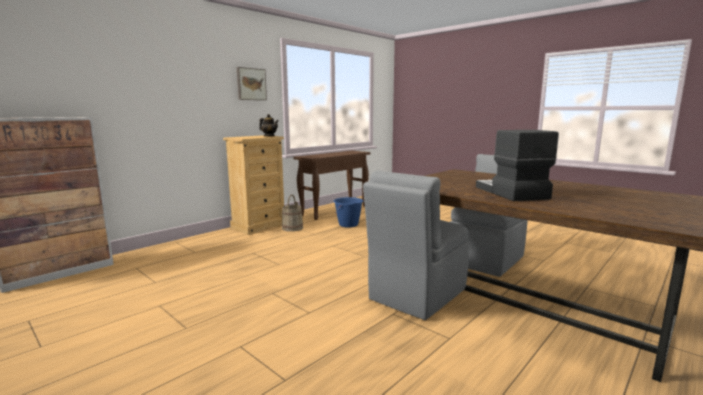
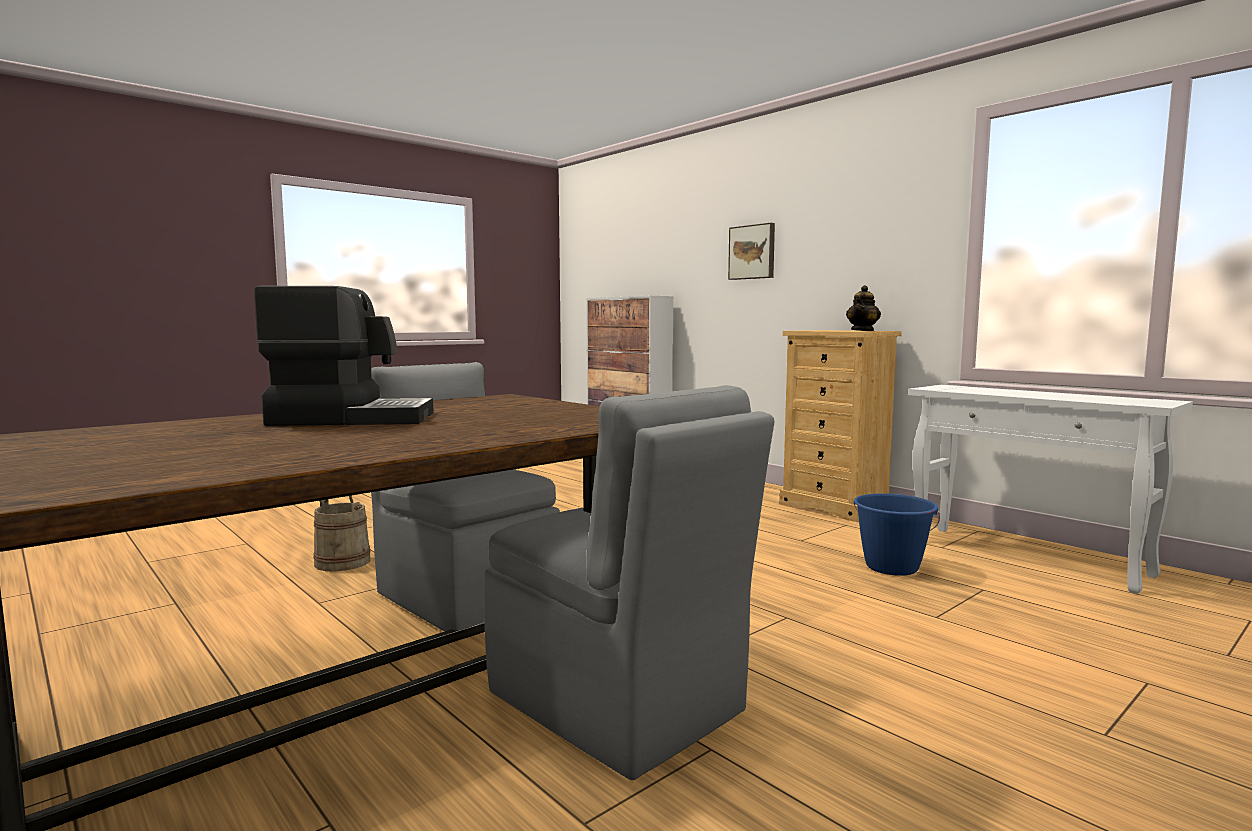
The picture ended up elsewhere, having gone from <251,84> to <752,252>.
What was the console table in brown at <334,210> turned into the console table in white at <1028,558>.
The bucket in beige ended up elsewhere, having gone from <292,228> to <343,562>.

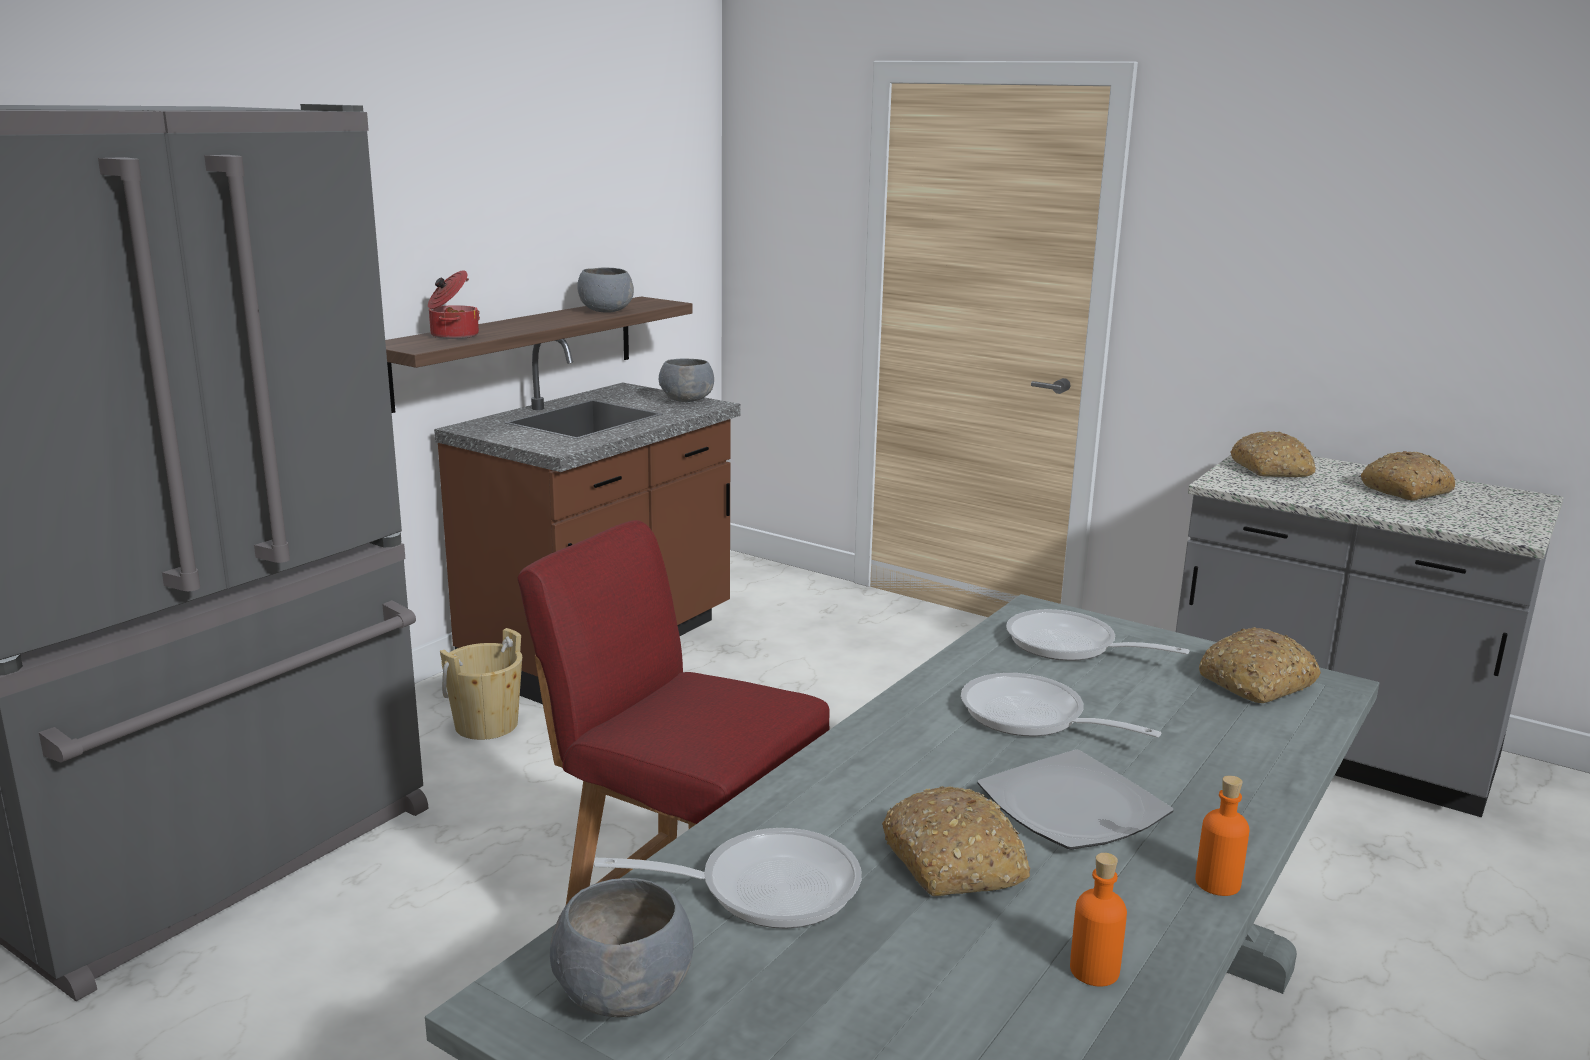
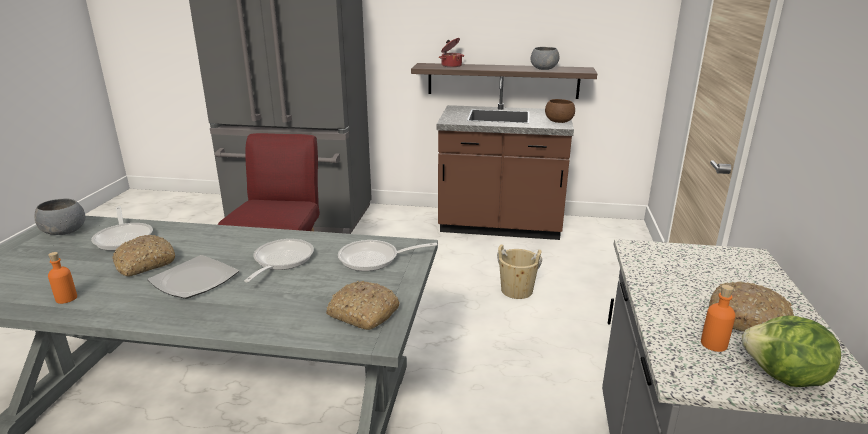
What was the bowl in grey at <687,400> turned into the bowl in brown at <559,122>.
The second view lost the bread at <1272,469>.
The frying pan at <1070,646> ended up facing another way, 105 degrees counterclockwise from before.
The bucket in beige ended up elsewhere, having gone from <486,725> to <516,290>.
The bottle in orange ended up elsewhere, having gone from <1217,883> to <713,344>.
The second view gained the lettuce at <784,377>.

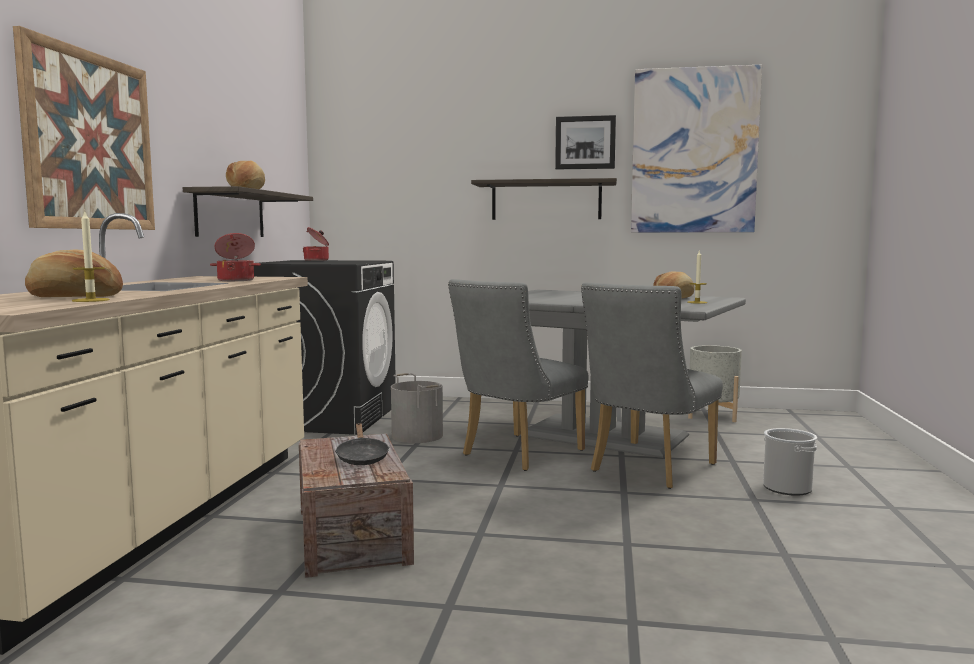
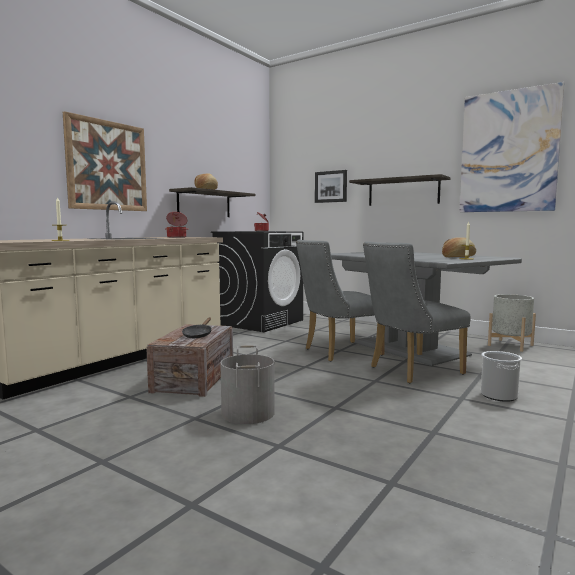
The picture ended up elsewhere, having gone from <585,143> to <331,186>.
The second view lost the bread at <75,296>.
The bucket in grey ended up elsewhere, having gone from <418,435> to <249,413>.

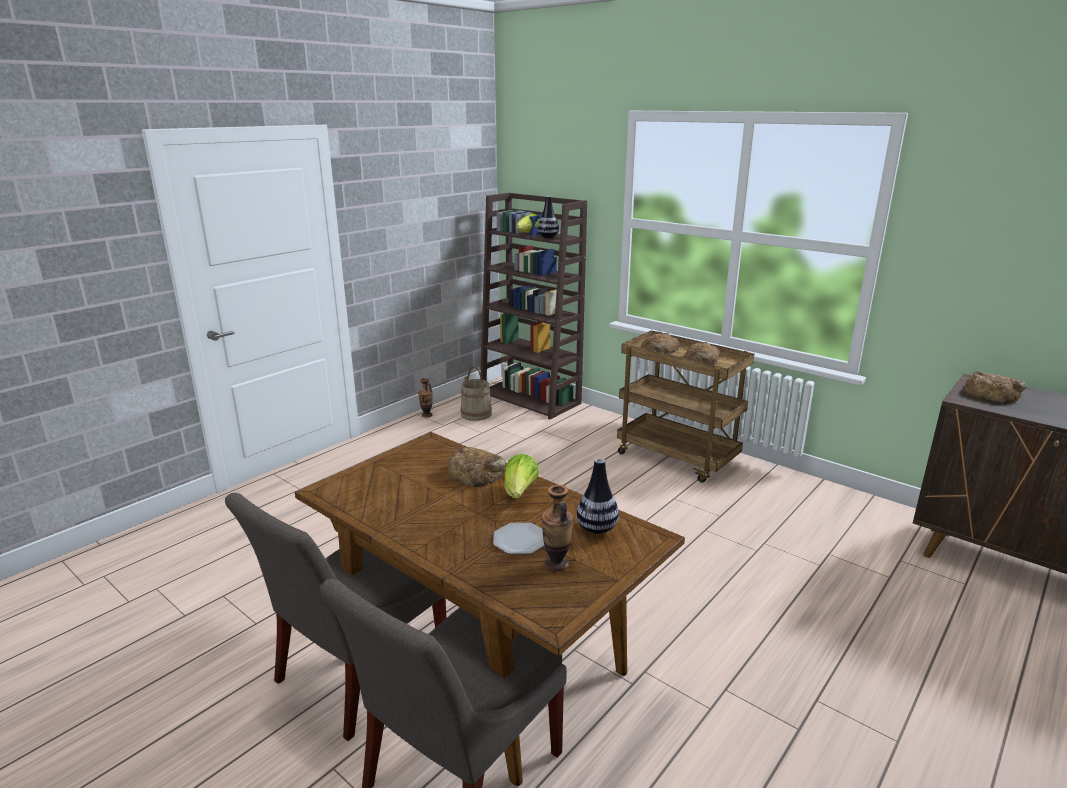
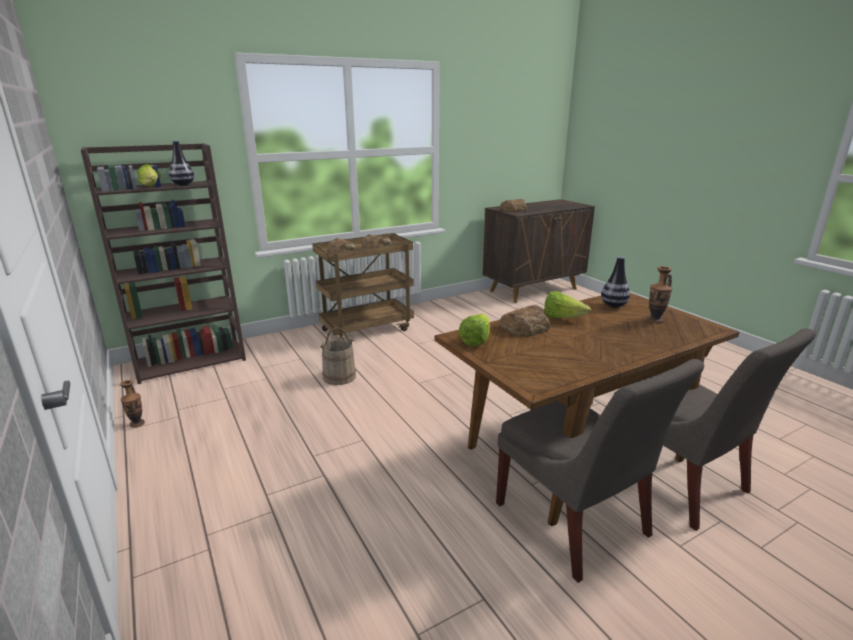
The bucket in beige ended up elsewhere, having gone from <476,414> to <339,377>.
The second view lost the plate at <519,540>.
The second view gained the lettuce at <475,340>.

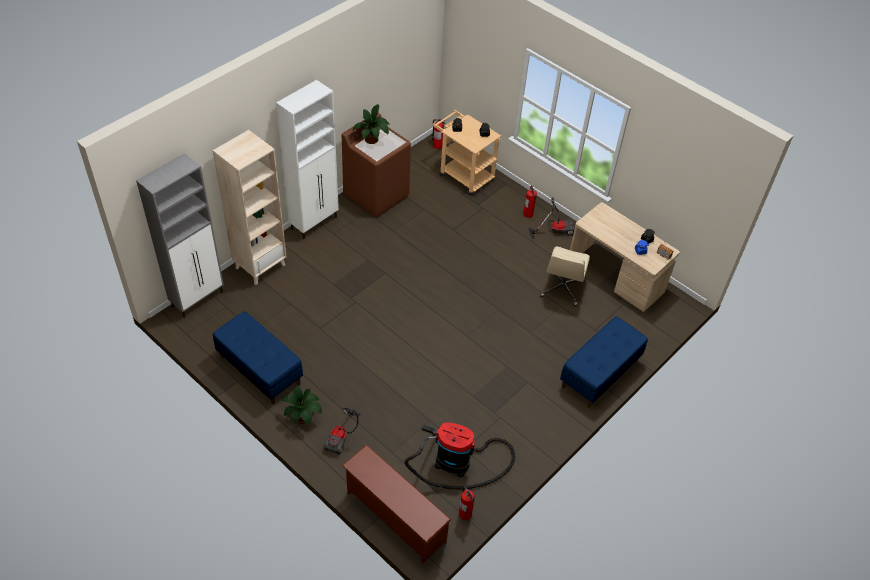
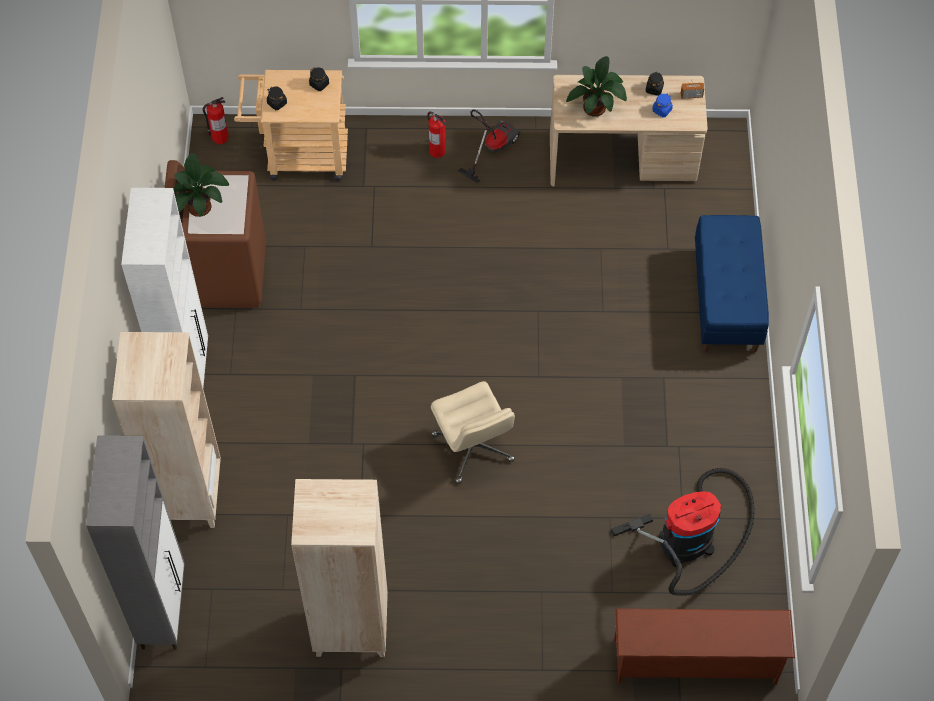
The office chair in beige ended up elsewhere, having gone from <562,289> to <473,448>.
Where the bench in blue stood at <259,370>, the bookcase in beige came to stand at <350,631>.
The potted plant ended up elsewhere, having gone from <303,417> to <596,106>.
The second view lost the vacuum cleaner at <342,437>.
The second view lost the fire extinguisher at <465,513>.

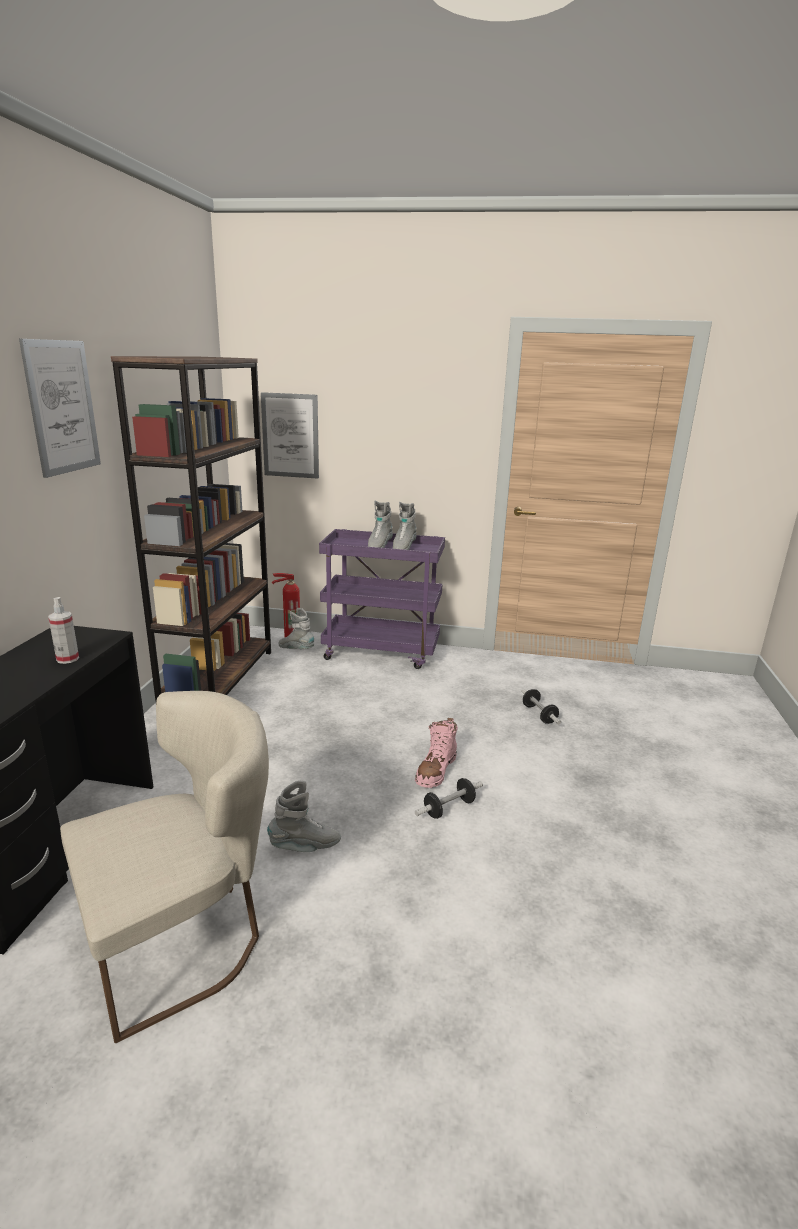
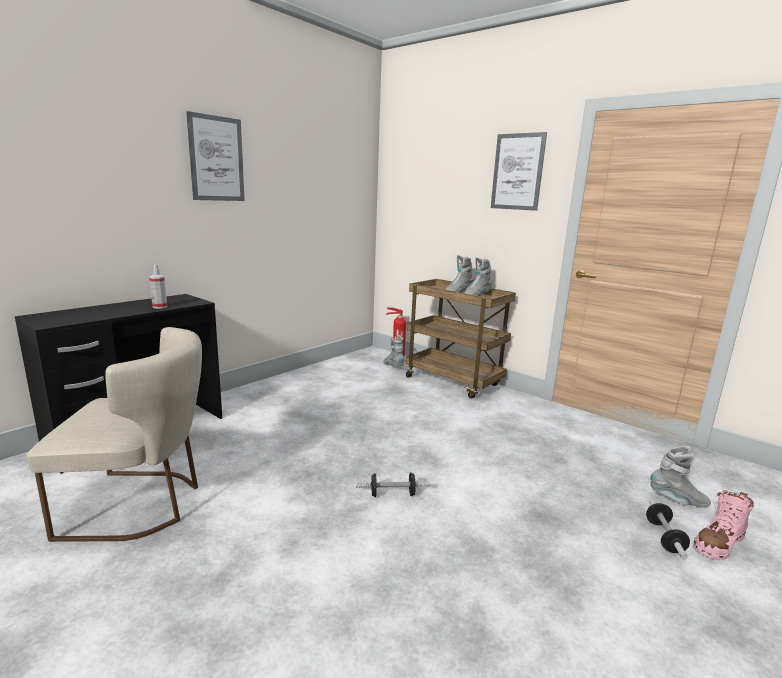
The second view lost the bookcase in brown at <219,678>.
The picture ended up elsewhere, having gone from <290,436> to <517,172>.
What was the cart in purple at <382,652> turned into the cart in brown at <454,382>.
The dumbbell ended up elsewhere, having gone from <539,714> to <664,537>.
The boot in pink ended up elsewhere, having gone from <436,770> to <718,543>.
The boot in grey ended up elsewhere, having gone from <305,846> to <677,501>.

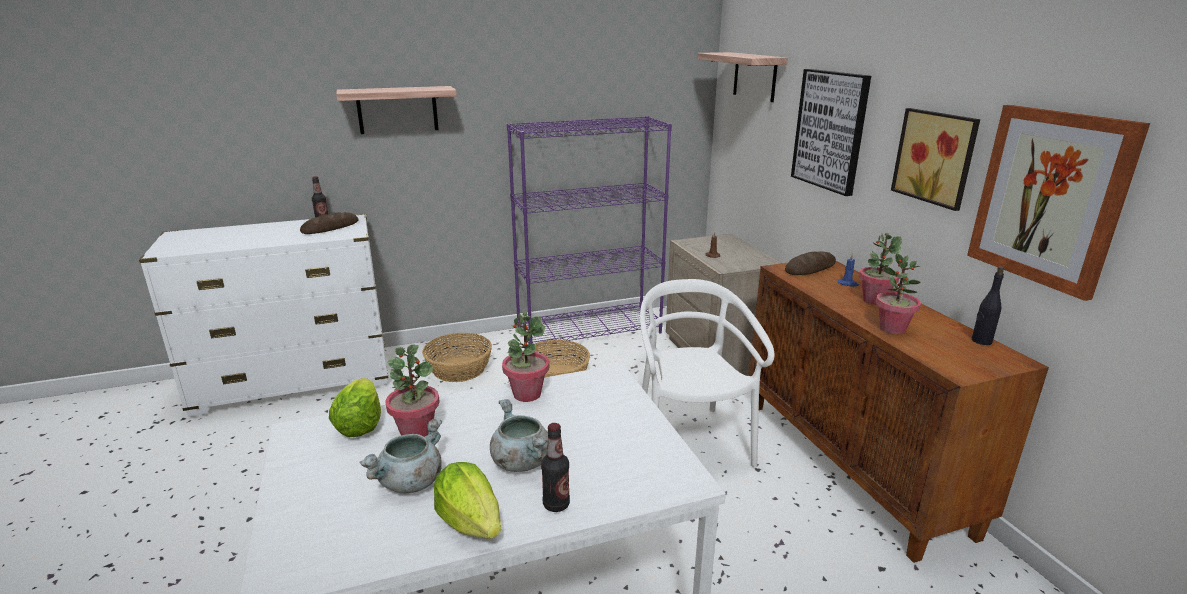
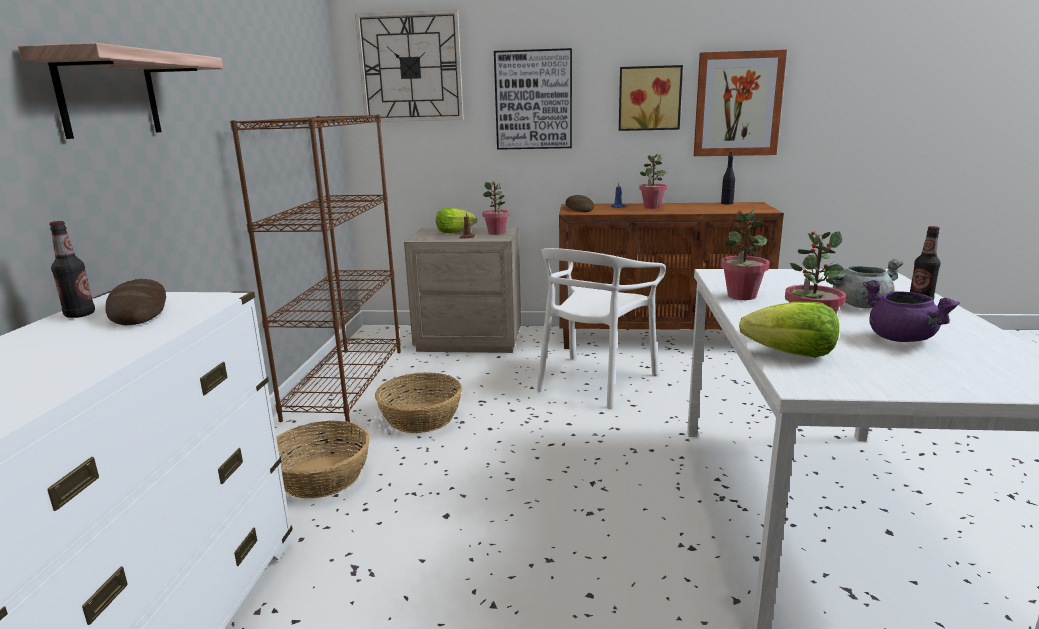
Where the shelf hung at <755,76>, the wall clock came to hang at <410,68>.
What was the bookcase in purple at <590,331> turned into the bookcase in brown at <346,382>.
The potted plant ended up elsewhere, having gone from <892,329> to <496,233>.
The chair in white at <689,442> ended up facing another way, 75 degrees counterclockwise from before.
What was the cooking pot in grey at <410,482> turned into the cooking pot in purple at <902,339>.
The lettuce ended up elsewhere, having gone from <470,522> to <454,232>.

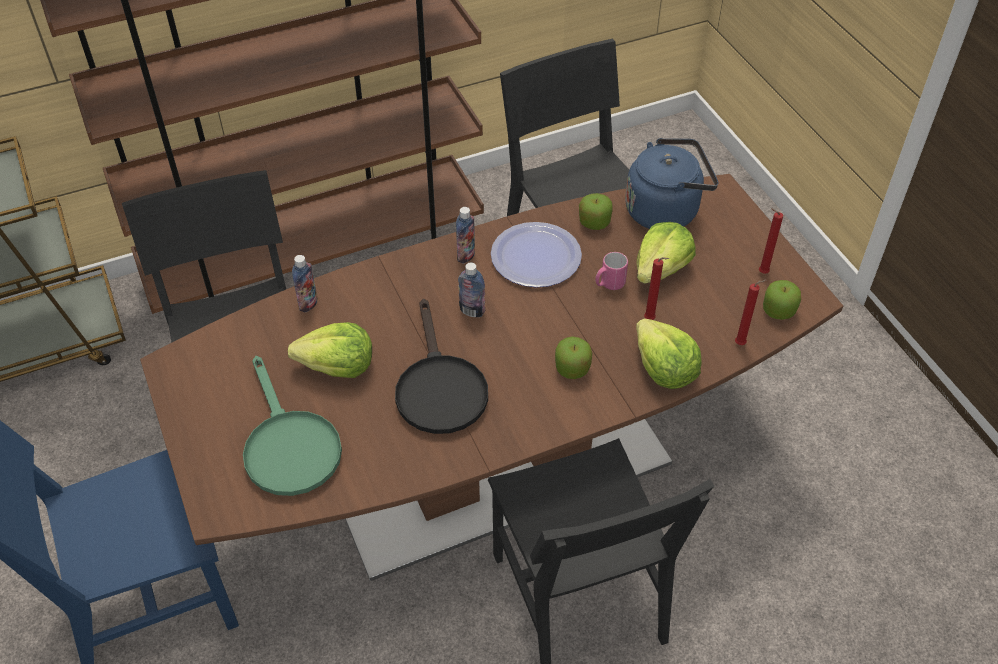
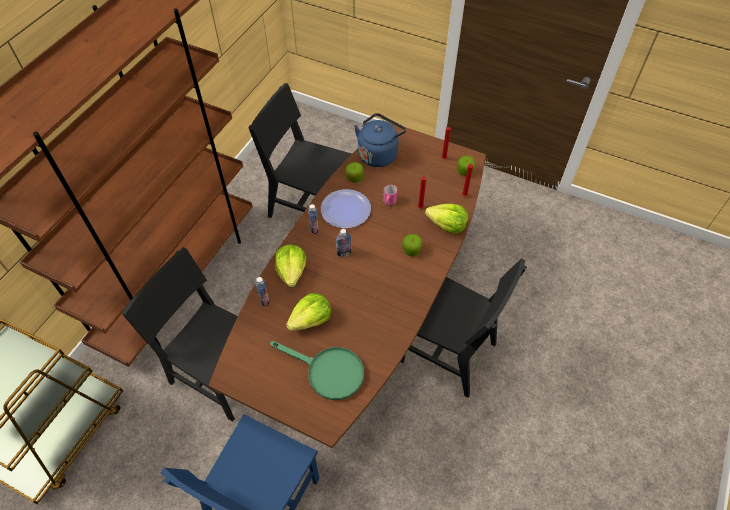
The lettuce ended up elsewhere, having gone from <661,269> to <292,271>.
The second view lost the frying pan in black at <439,387>.

